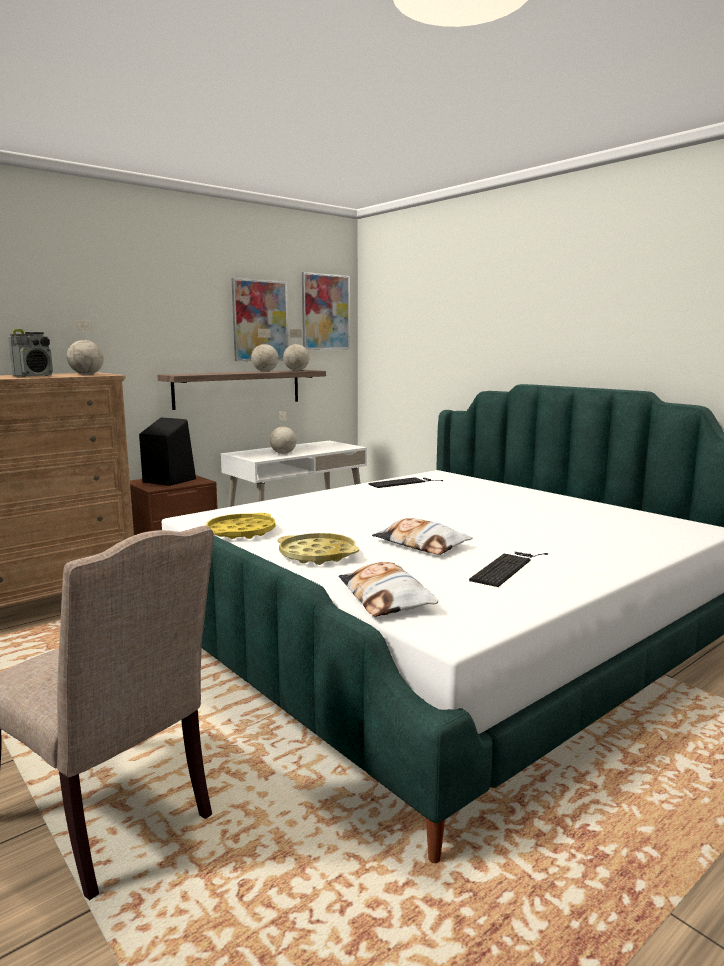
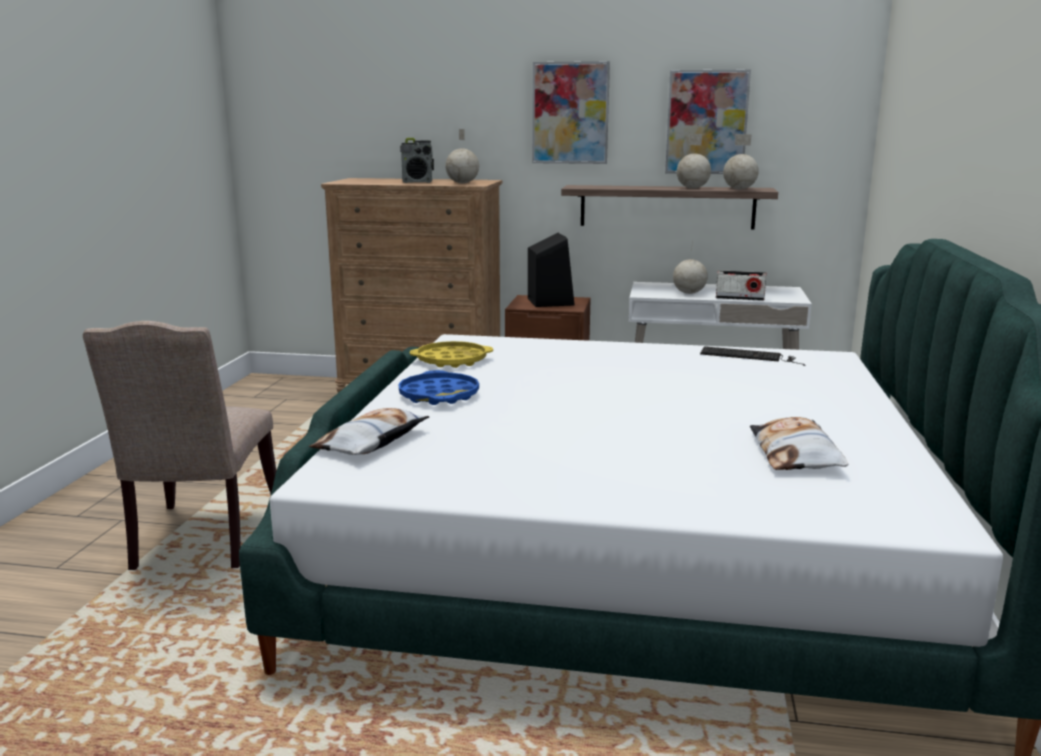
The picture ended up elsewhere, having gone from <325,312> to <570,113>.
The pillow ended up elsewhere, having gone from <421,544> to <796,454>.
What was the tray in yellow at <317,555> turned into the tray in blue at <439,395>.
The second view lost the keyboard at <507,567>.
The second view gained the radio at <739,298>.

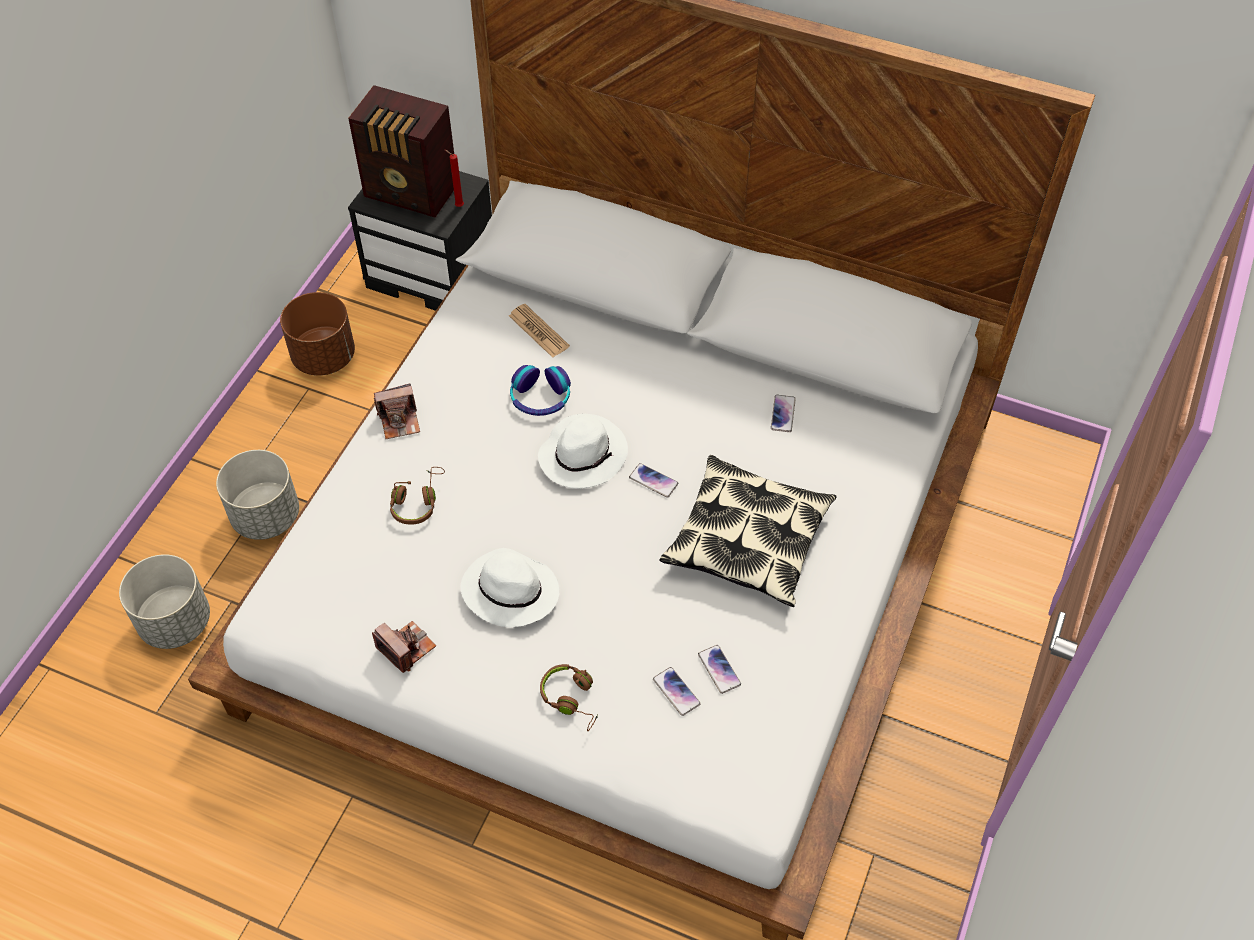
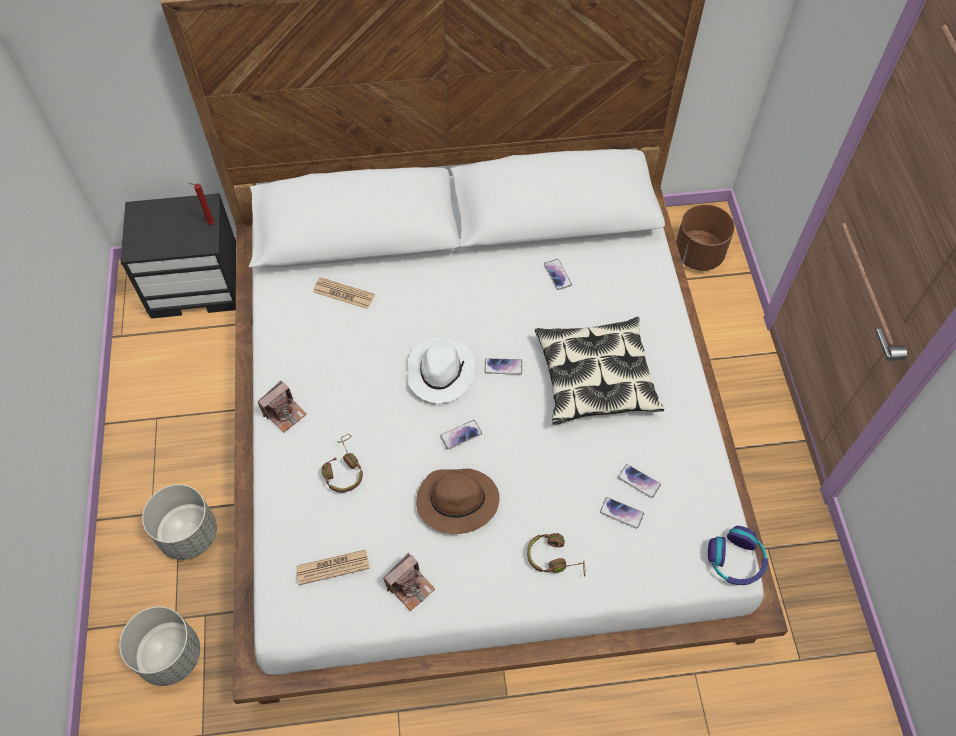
The second view lost the radio at <412,193>.
The planter in brown ended up elsewhere, having gone from <324,356> to <698,254>.
The headphones ended up elsewhere, having gone from <540,398> to <736,560>.
What was the hat in white at <509,591> turned into the hat in brown at <456,502>.
The photo camera at <406,648> ended up facing another way, 120 degrees clockwise from before.
The second view gained the phone at <461,435>.
The second view gained the newspaper at <333,567>.

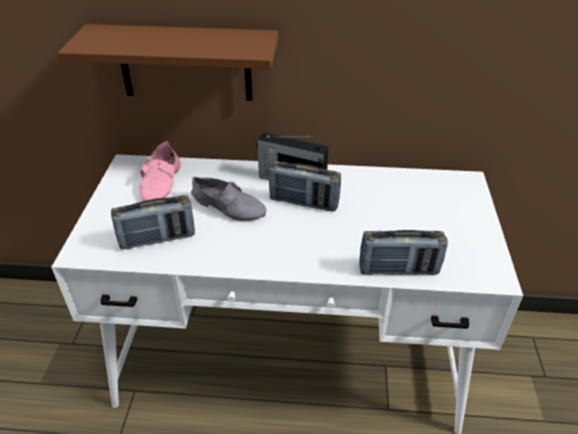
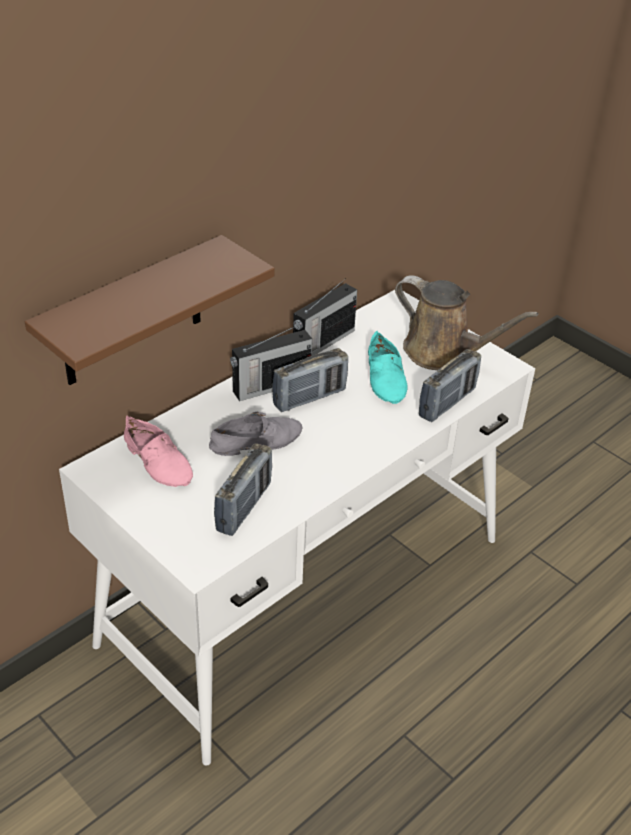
The second view gained the watering can in brown at <443,352>.
The second view gained the radio at <322,343>.
The second view gained the shoe in turquoise at <387,378>.

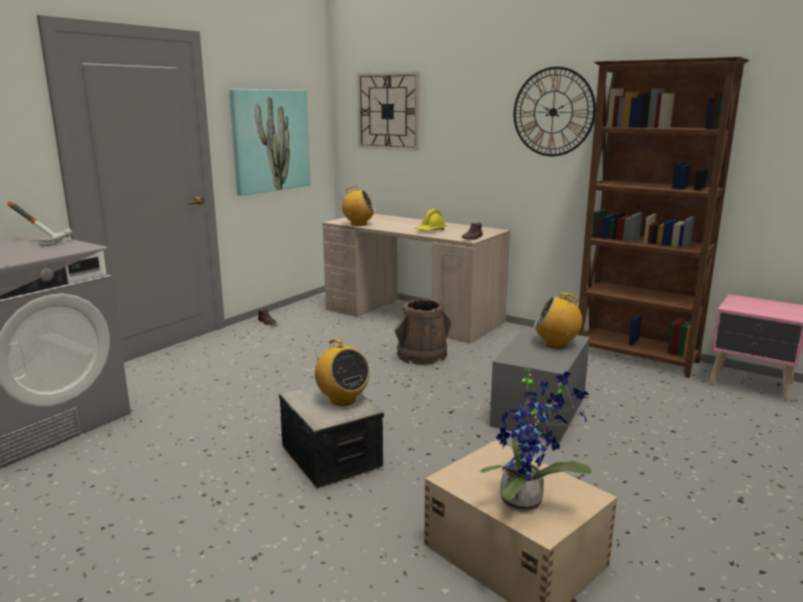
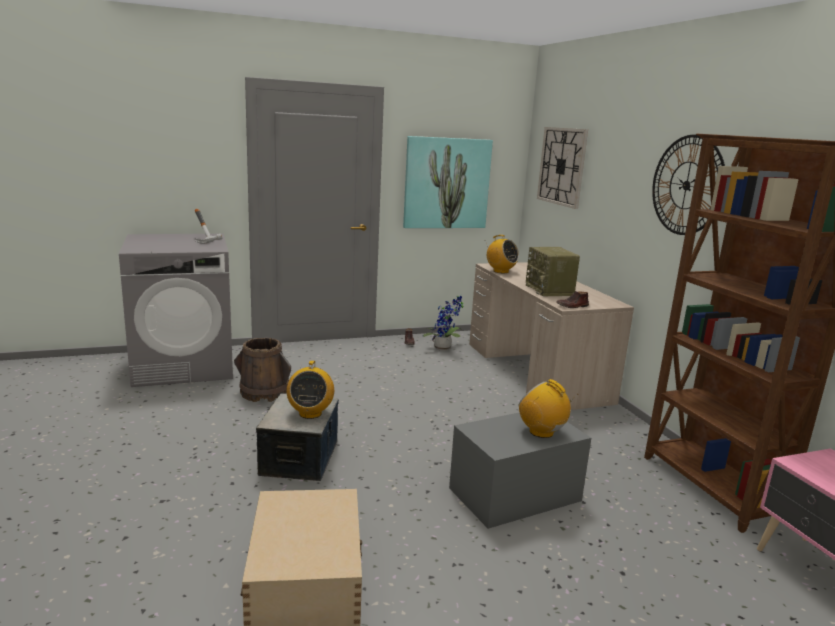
Where the hard hat in yellow stood at <430,230>, the radio came to stand at <550,290>.
The bucket in brown ended up elsewhere, having gone from <421,356> to <264,392>.
The potted plant ended up elsewhere, having gone from <527,502> to <444,349>.

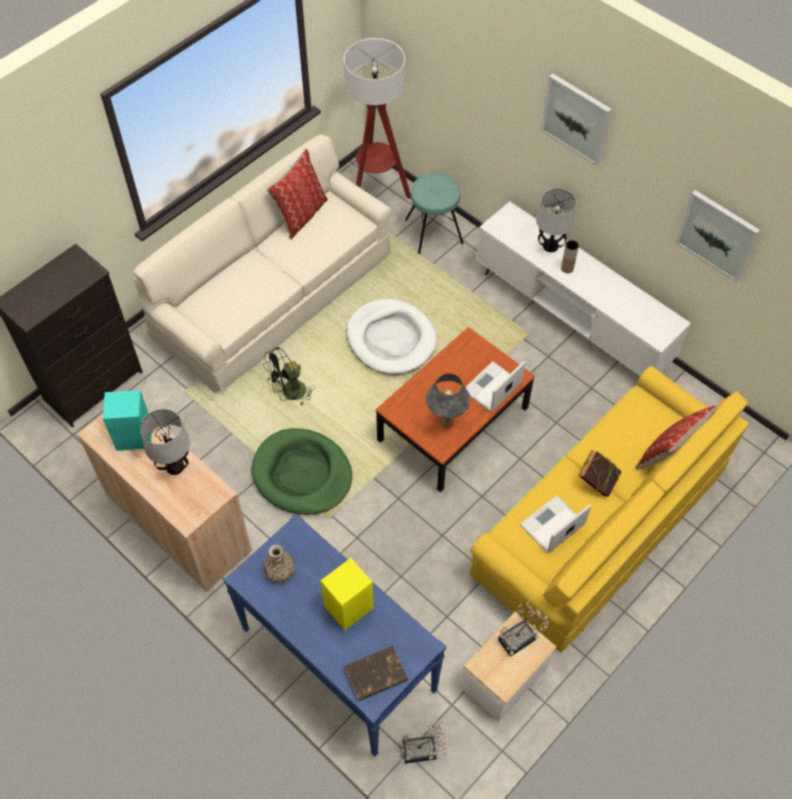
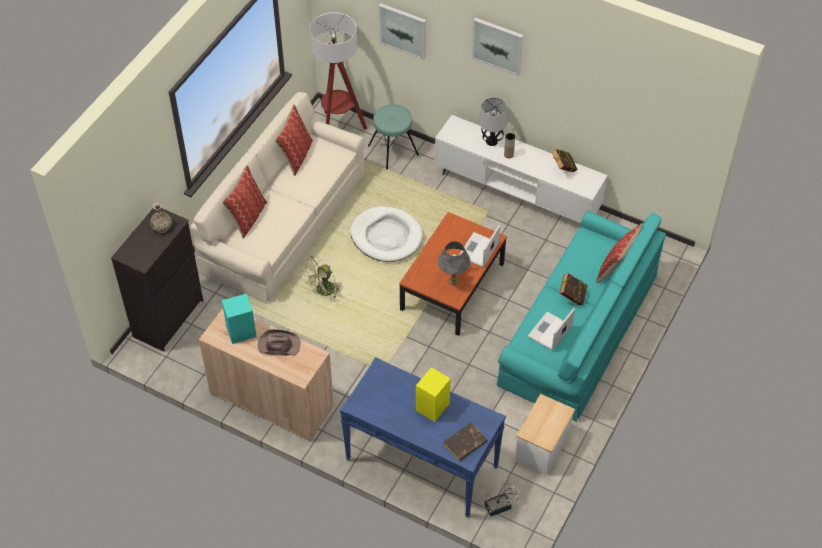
The picture ended up elsewhere, having gone from <717,235> to <403,30>.
What was the fan in black at <290,394> turned into the fan in green at <323,292>.
What was the sofa in yellow at <600,521> turned into the sofa in turquoise at <578,330>.
Where the table lamp stood at <174,466>, the hat in brown came to stand at <278,345>.
The second view lost the dog bed in green at <302,474>.
The vase ended up elsewhere, having gone from <279,571> to <161,227>.
The second view lost the potted plant at <520,638>.
The second view gained the book at <563,169>.
The second view gained the pillow at <247,217>.

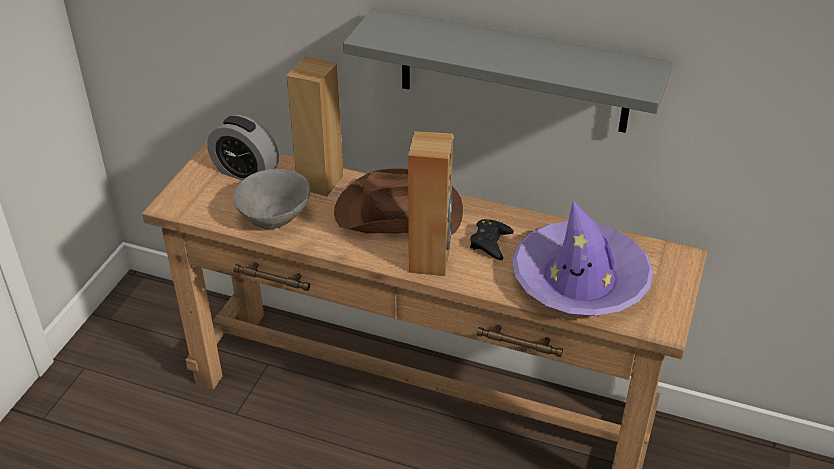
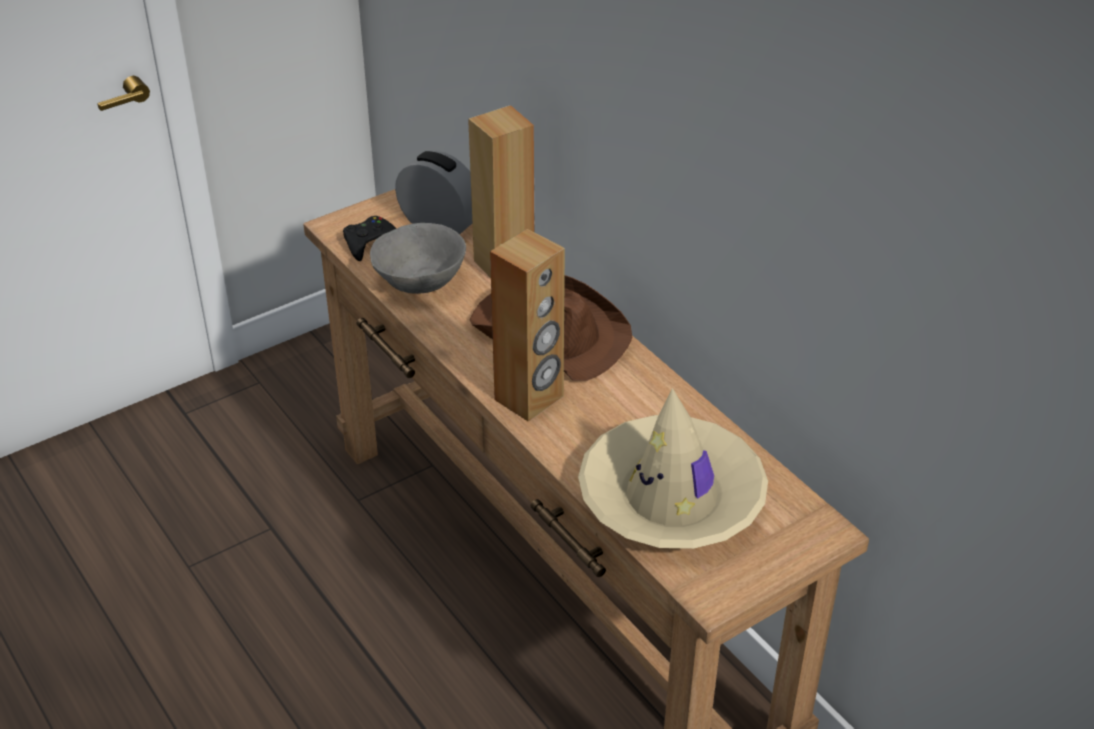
The second view lost the shelf in grey at <514,71>.
The alarm clock at <246,172> ended up facing another way, 150 degrees clockwise from before.
What was the hat in purple at <580,280> turned into the hat in beige at <671,498>.
The game controller in black ended up elsewhere, having gone from <490,243> to <370,243>.

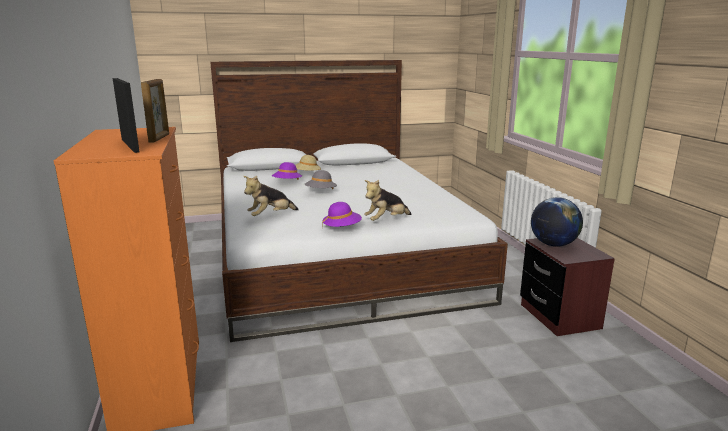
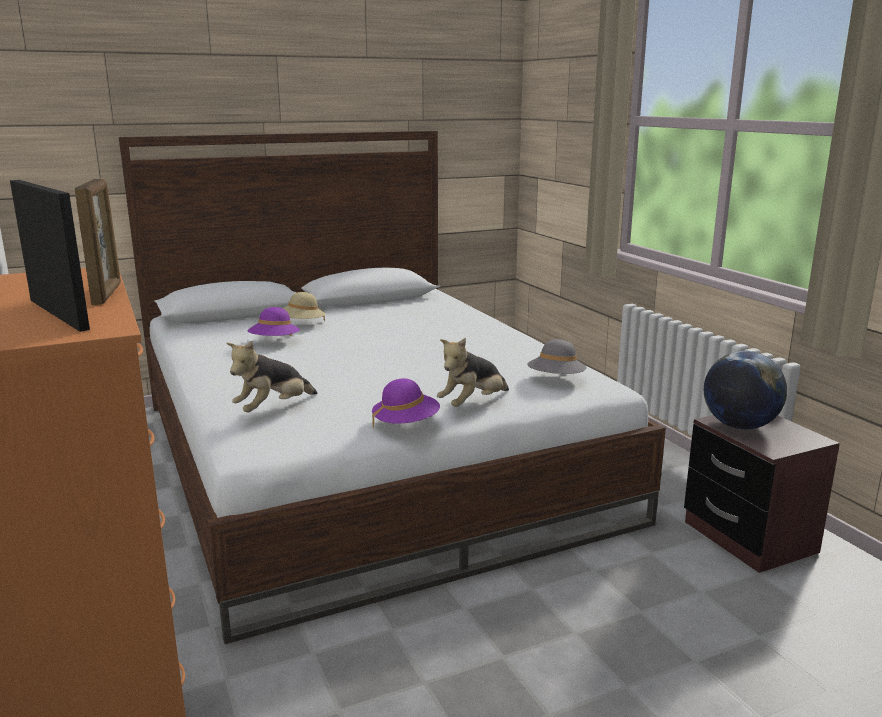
The hat in grey ended up elsewhere, having gone from <321,192> to <556,380>.

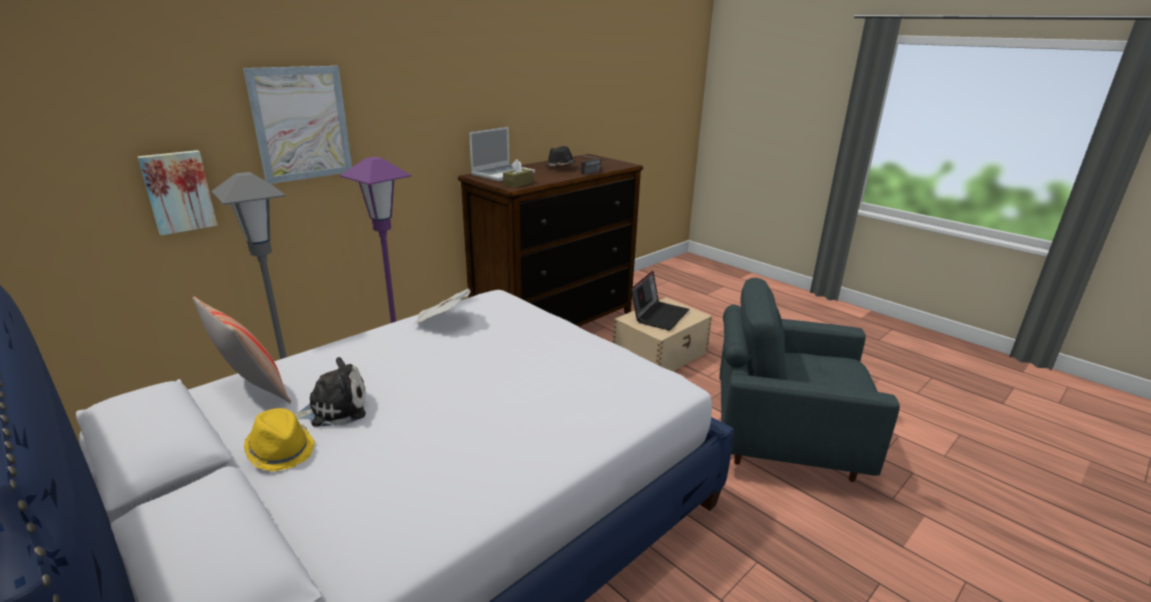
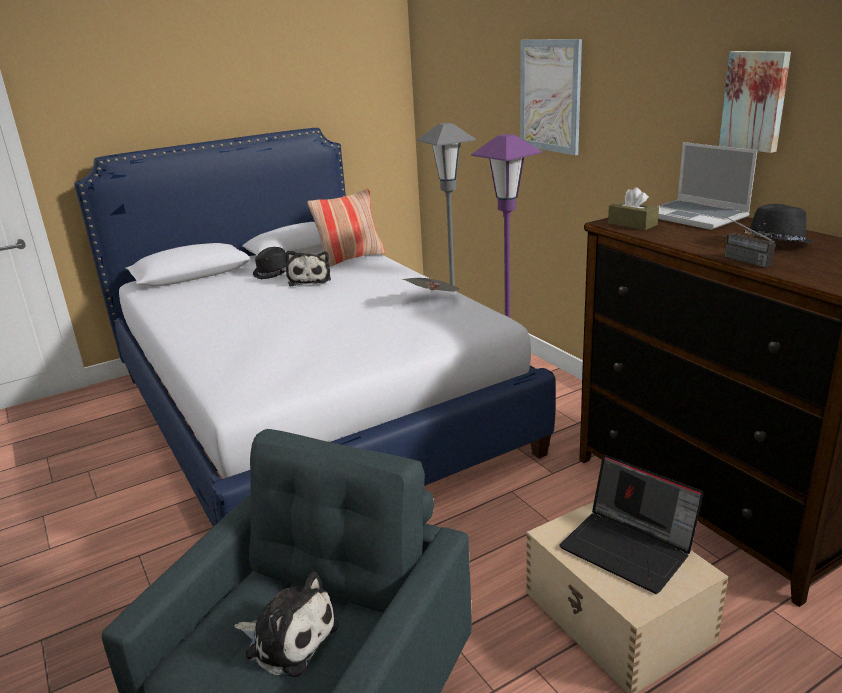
The picture ended up elsewhere, having gone from <178,191> to <755,101>.
What was the hat in yellow at <281,450> turned into the hat in black at <274,273>.
The second view gained the plush toy at <288,638>.

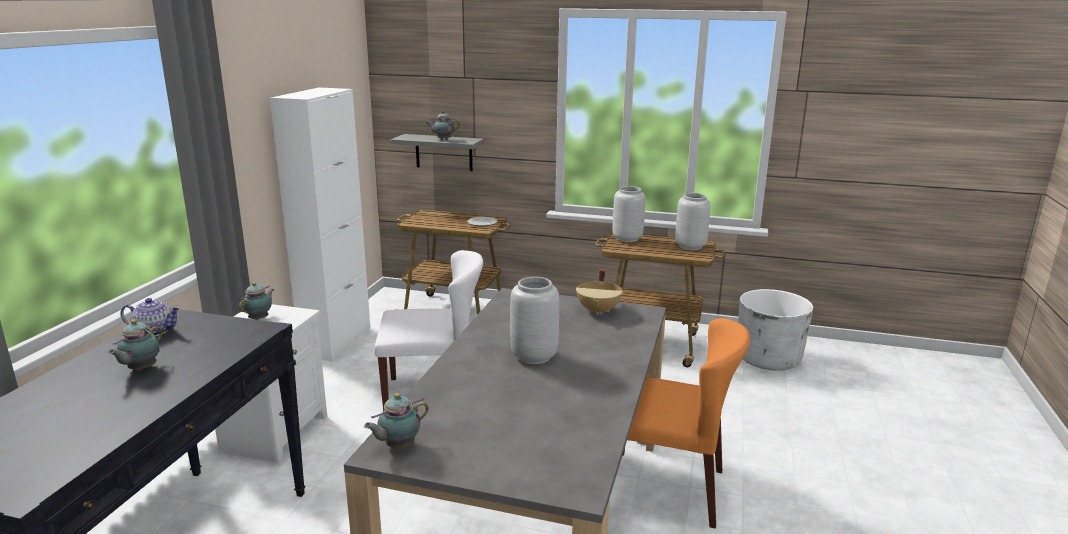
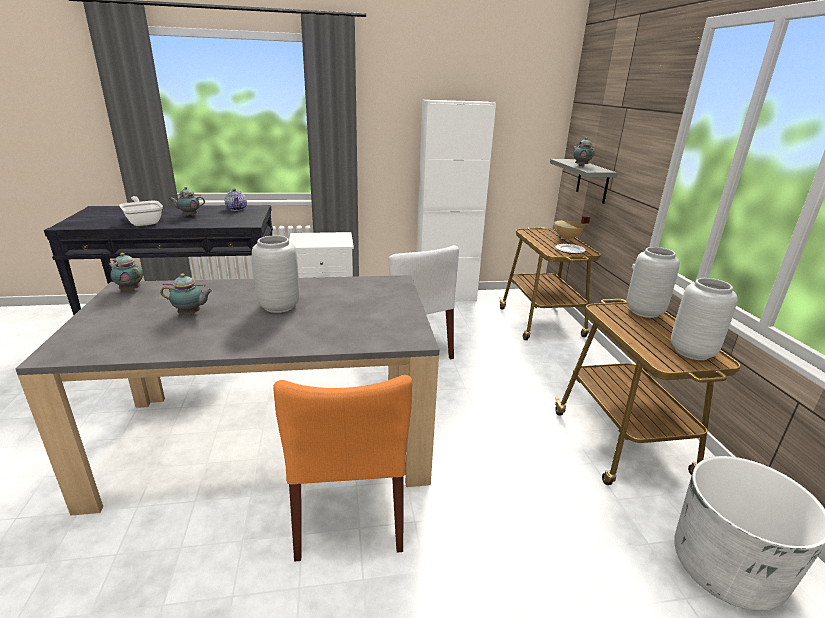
The cooking pot in beige ended up elsewhere, having gone from <599,310> to <567,238>.
The teapot ended up elsewhere, having gone from <260,318> to <191,314>.
The second view gained the frying pan at <144,222>.

